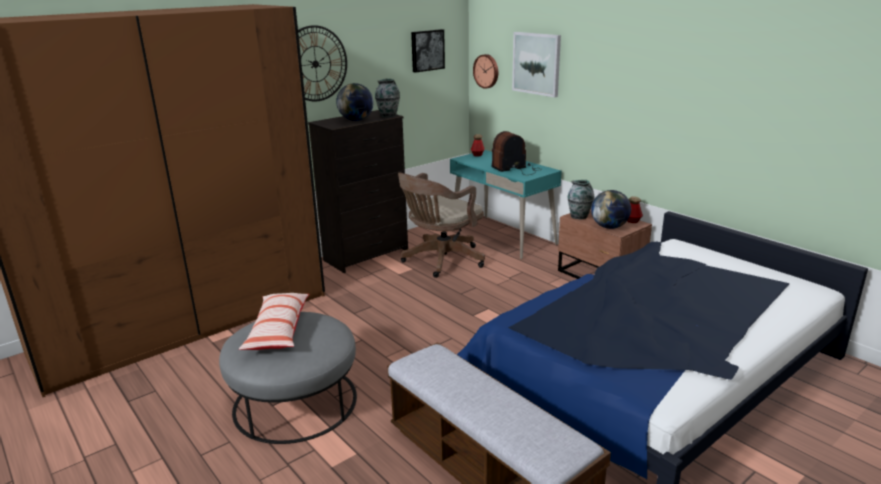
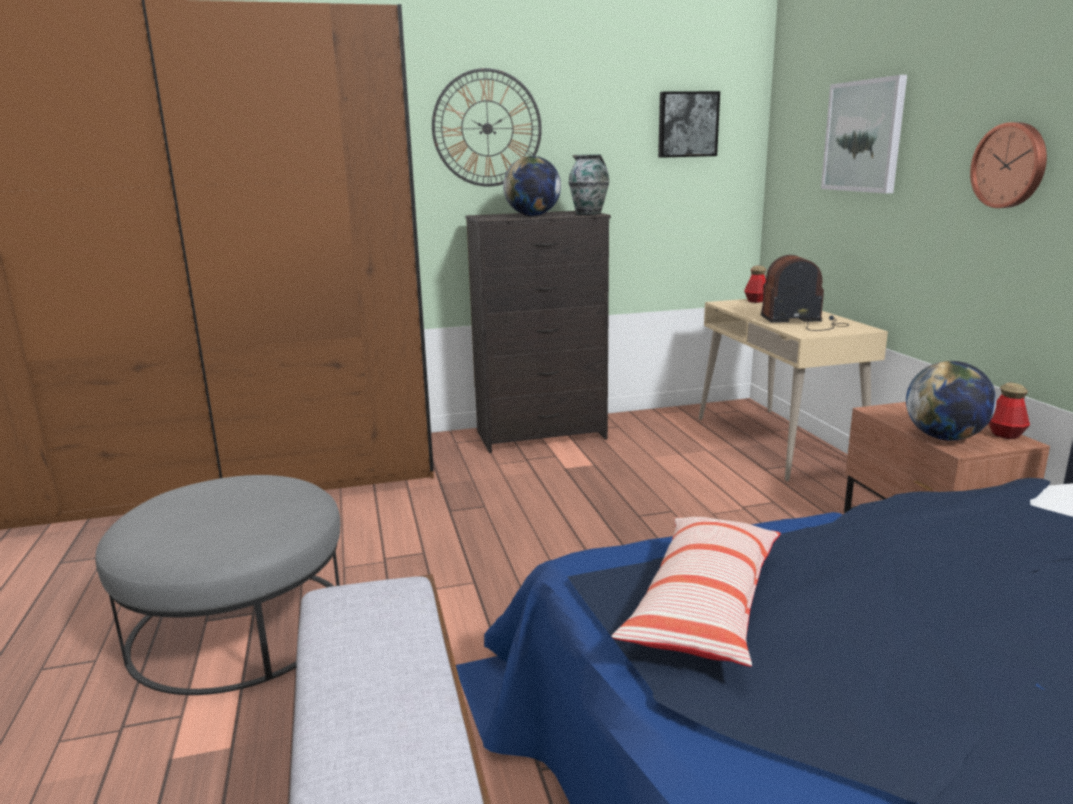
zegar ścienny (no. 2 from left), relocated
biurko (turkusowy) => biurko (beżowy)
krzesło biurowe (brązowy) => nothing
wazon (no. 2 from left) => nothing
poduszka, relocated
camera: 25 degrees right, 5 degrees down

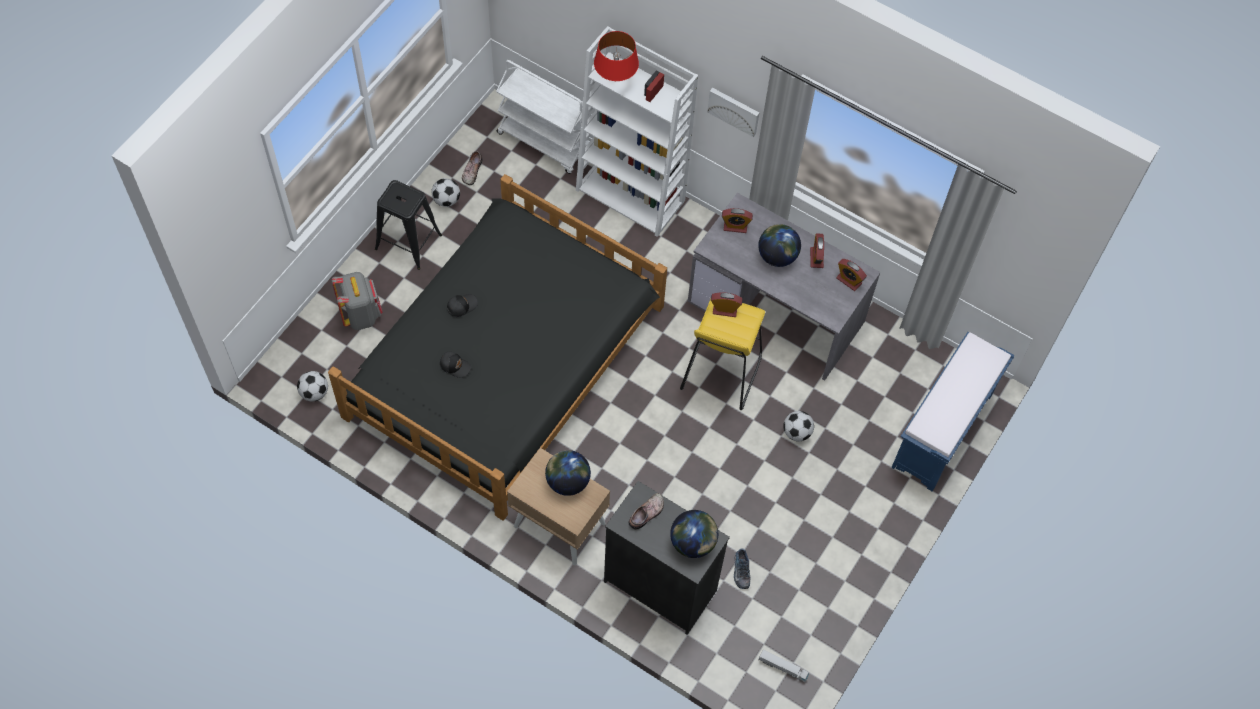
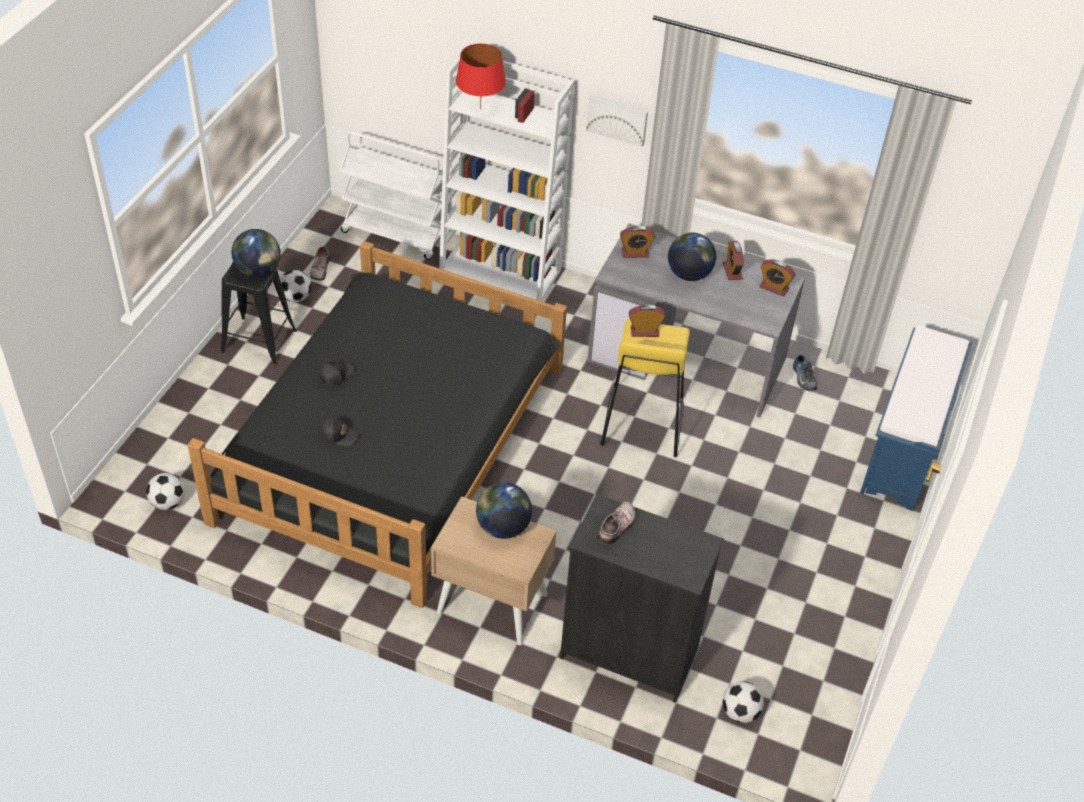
plecak (szary) => nothing
piłka futbolowa (no. 3 from left), relocated
globus (no. 2 from left in the first image) => globus (no. 1 from left), relocated
but (no. 3 from left), relocated
ciężarówka zabawkowa => nothing
camera: 10 degrees left, 15 degrees down

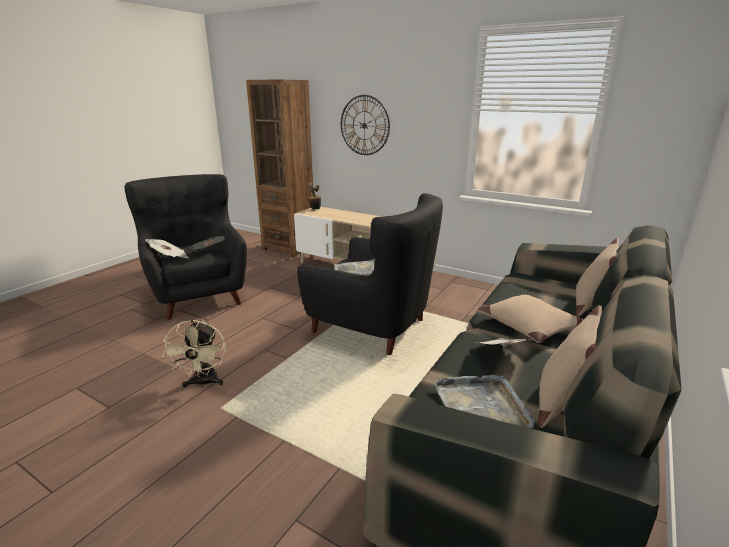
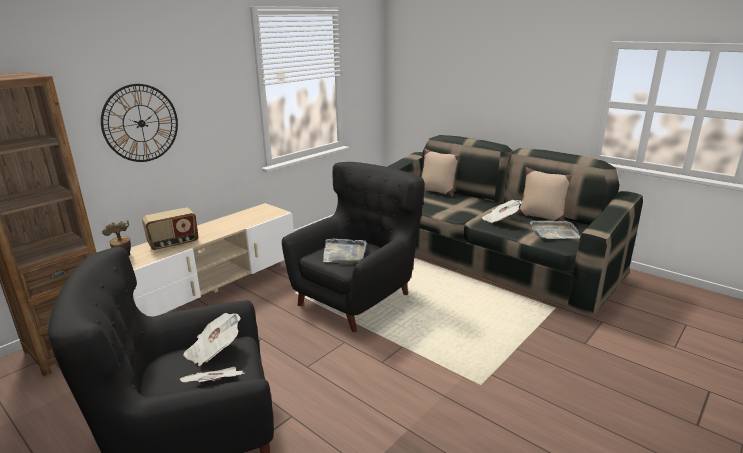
poduszka (beżowy) (no. 1 from left) => nothing
wentylator (beżowy) => nothing
nothing => radio
camera: 80 degrees left, 0 degrees up

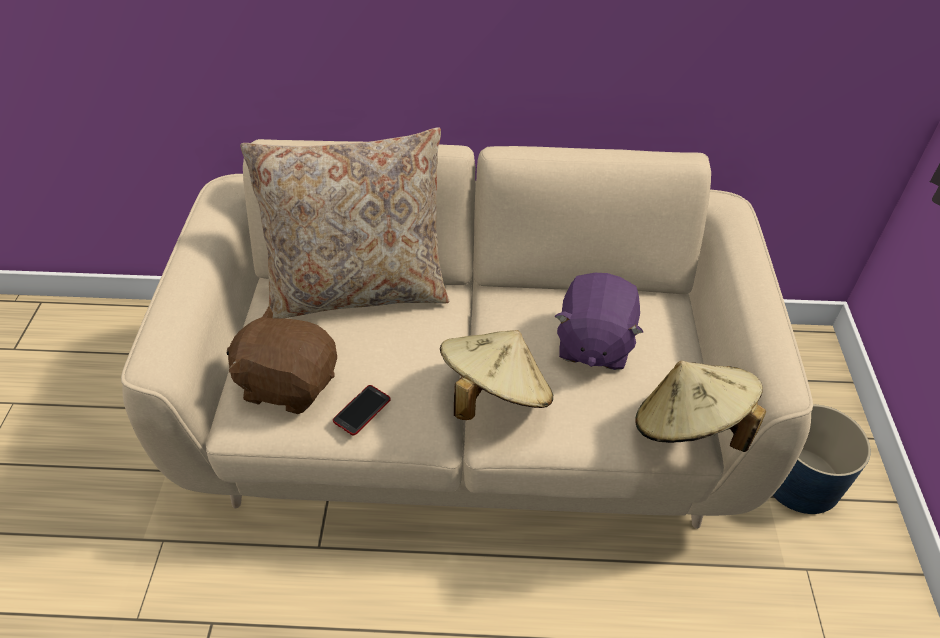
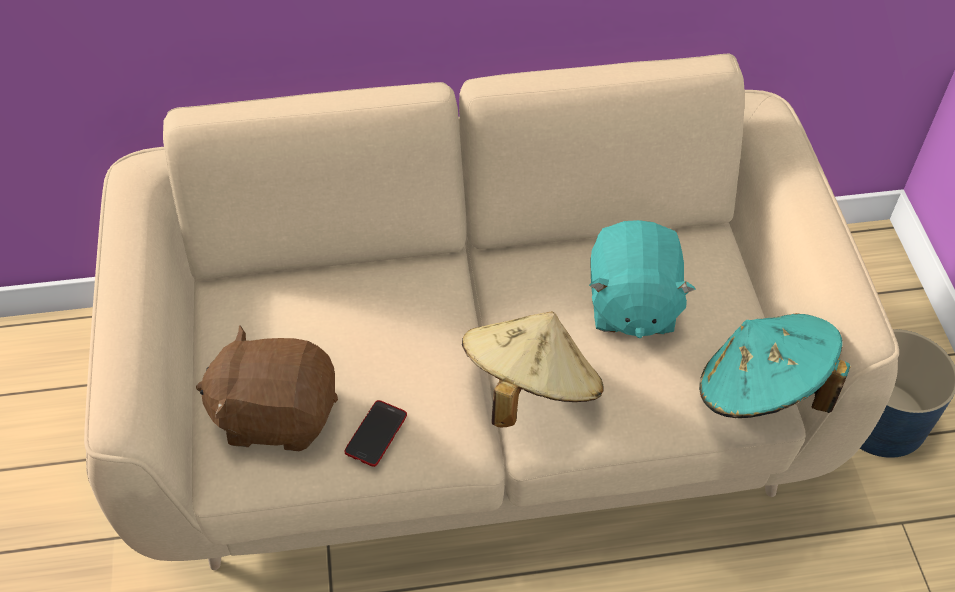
poduszka (beżowy) => nothing
pluszak (fioletowy) => pluszak (turkusowy)
kapelusz (beżowy) (no. 2 from left) => kapelusz (turkusowy)
camera: 10 degrees left, 5 degrees up

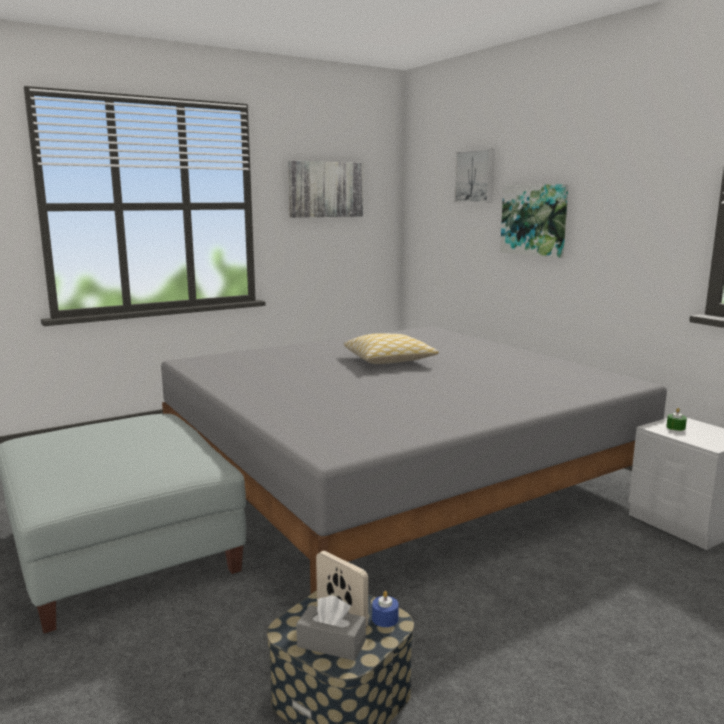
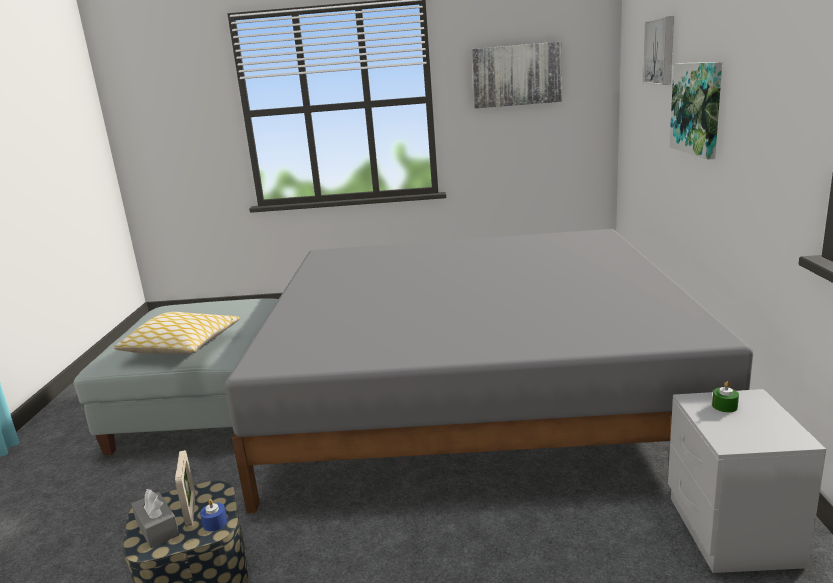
poduszka, relocated
camera: 35 degrees right, 5 degrees up

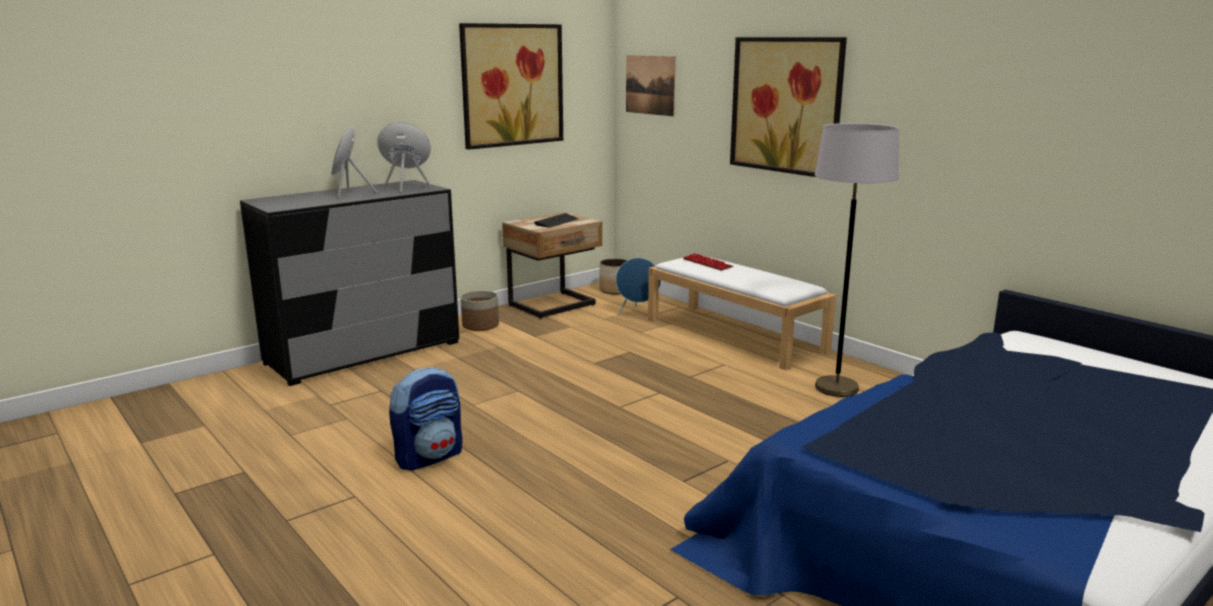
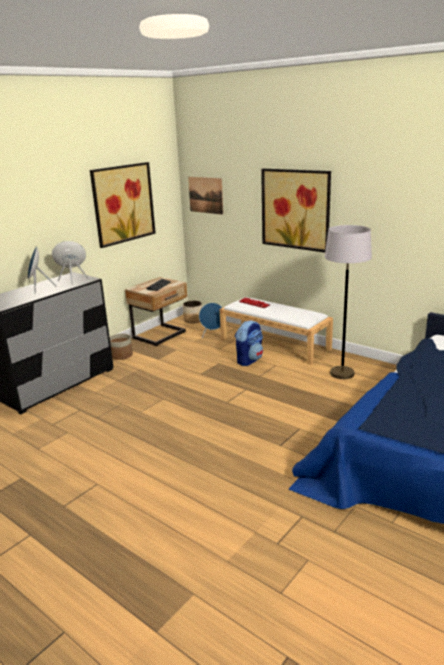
plecak, relocated
camera: 10 degrees left, 5 degrees up

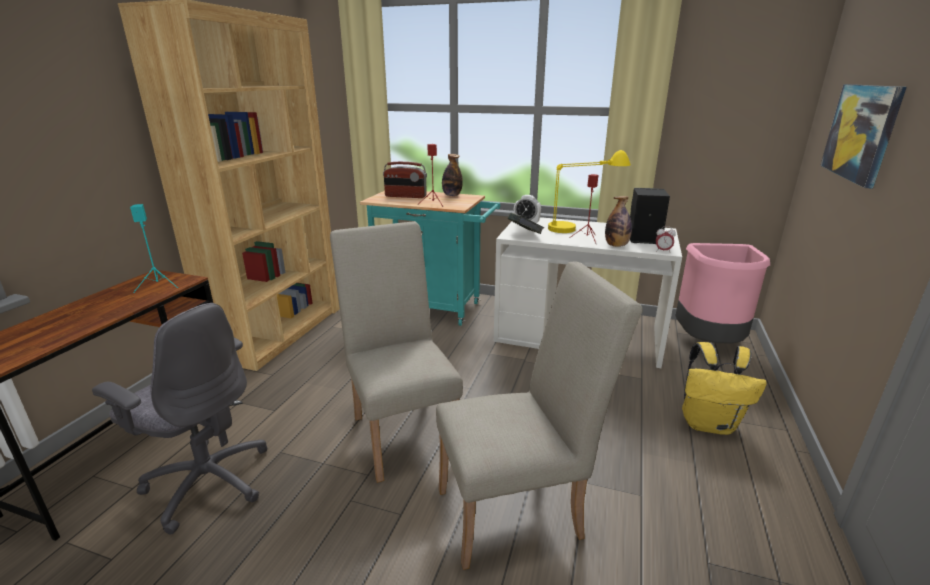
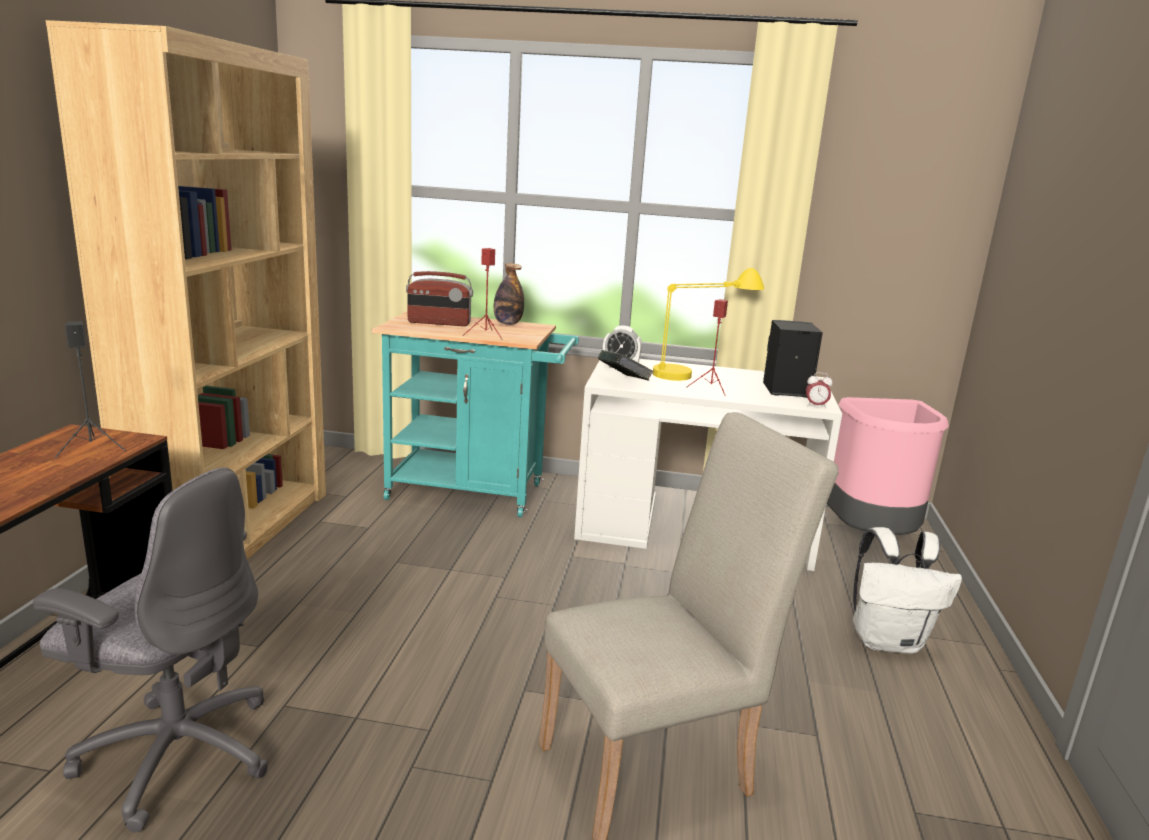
obraz => nothing
butelka (no. 2 from left) => nothing
głośnik (turkusowy) => głośnik (czarny) (no. 1 from left)
krzesło (beżowy) (no. 1 from left) => nothing
plecak (żółty) => plecak (biały)
camera: 10 degrees left, 5 degrees down

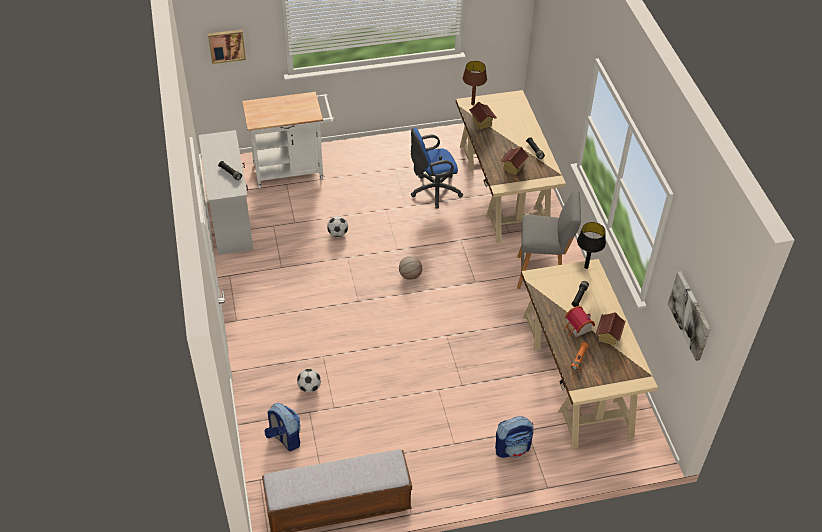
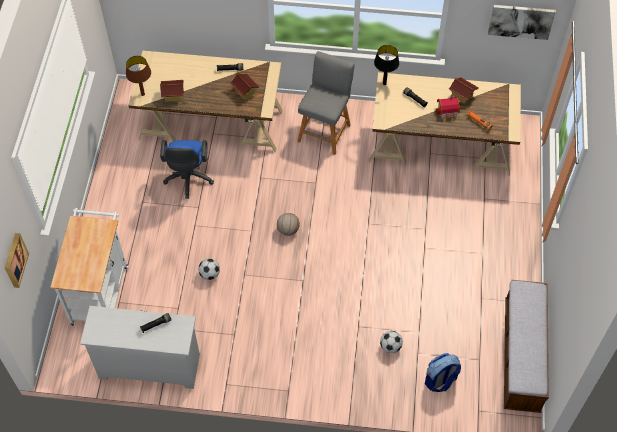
plecak (no. 2 from left) => nothing
camera: 70 degrees left, 10 degrees up

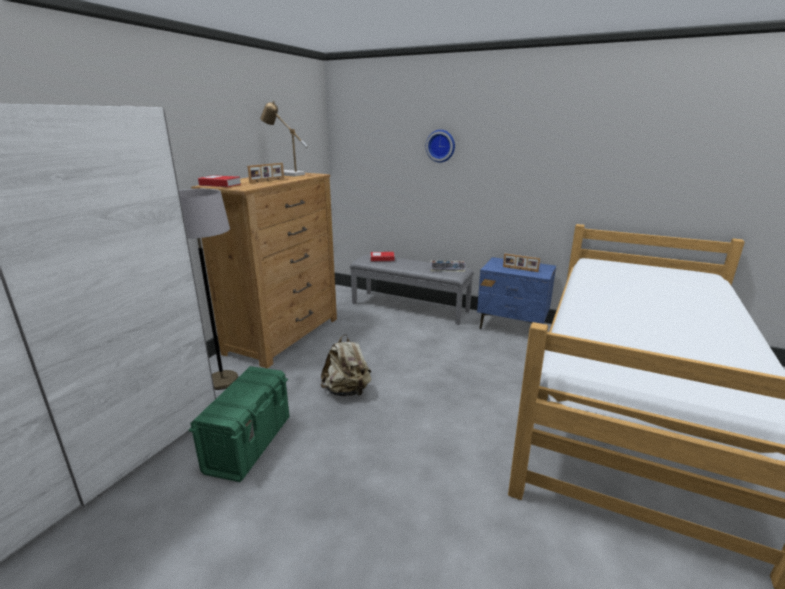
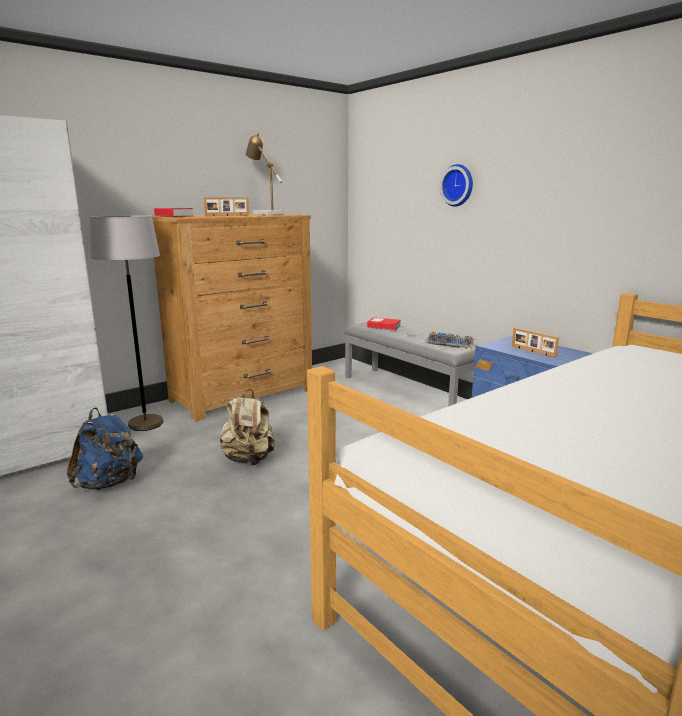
pojemnik do przechowywania (zielony) => plecak (niebieski)
camera: 25 degrees right, 5 degrees down

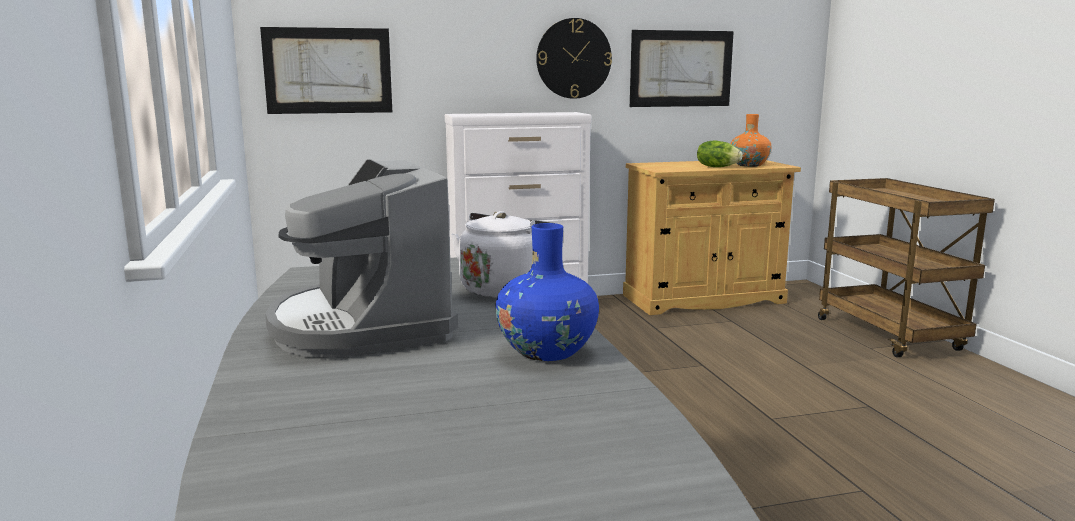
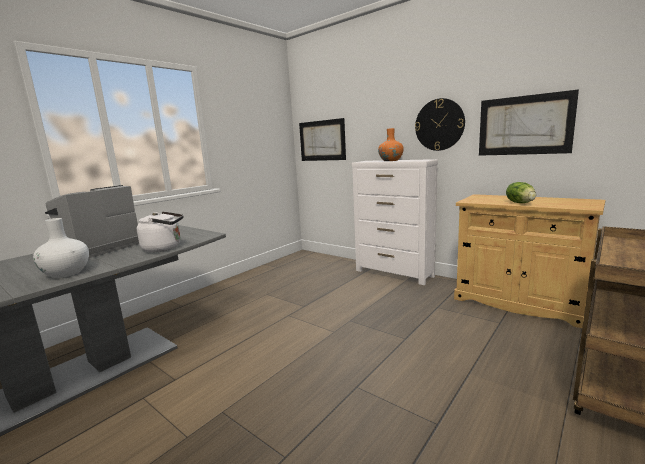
wazon (pomarańczowy), relocated
wazon (niebieski) => wazon (biały)
camera: 55 degrees right, 0 degrees up

